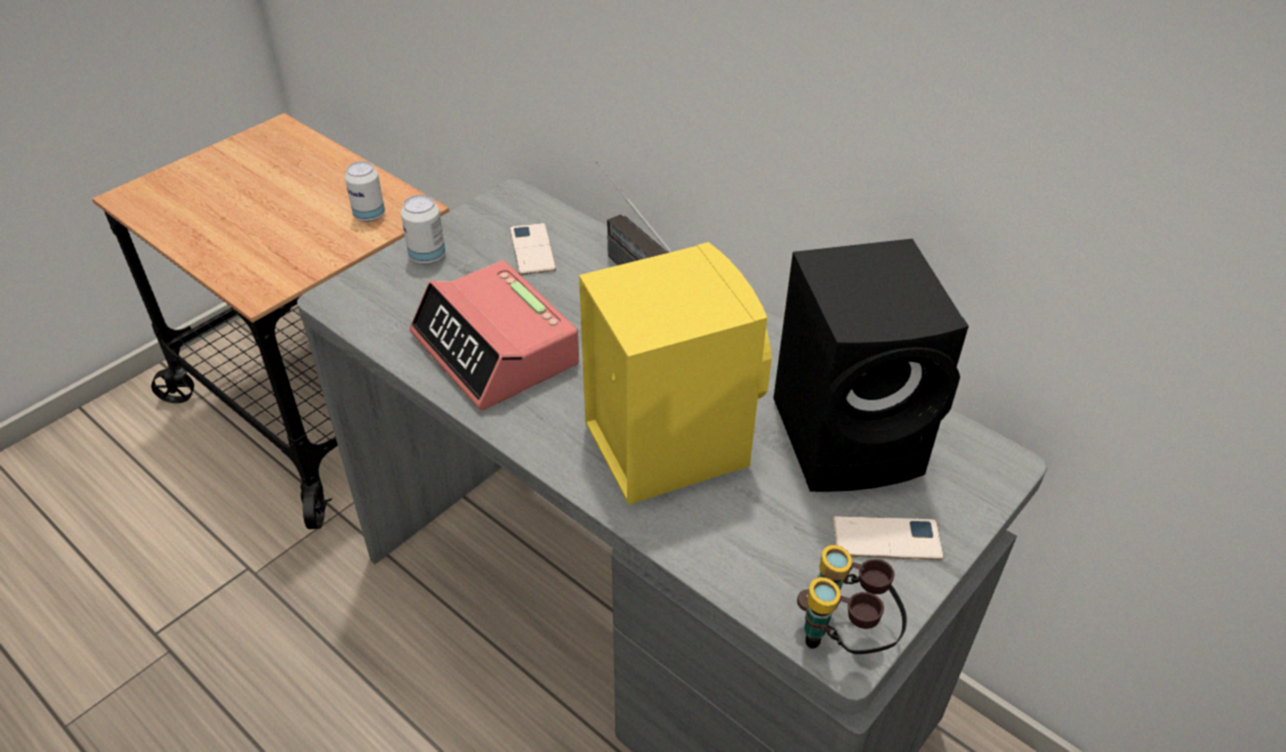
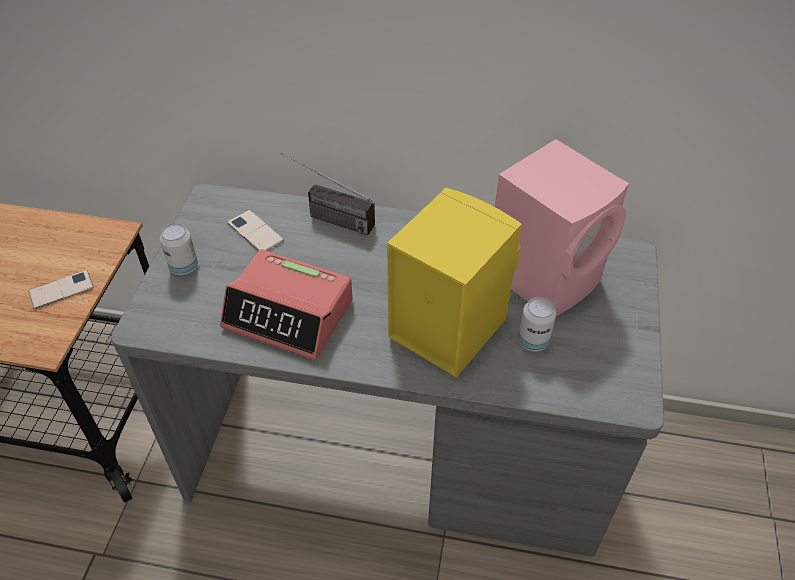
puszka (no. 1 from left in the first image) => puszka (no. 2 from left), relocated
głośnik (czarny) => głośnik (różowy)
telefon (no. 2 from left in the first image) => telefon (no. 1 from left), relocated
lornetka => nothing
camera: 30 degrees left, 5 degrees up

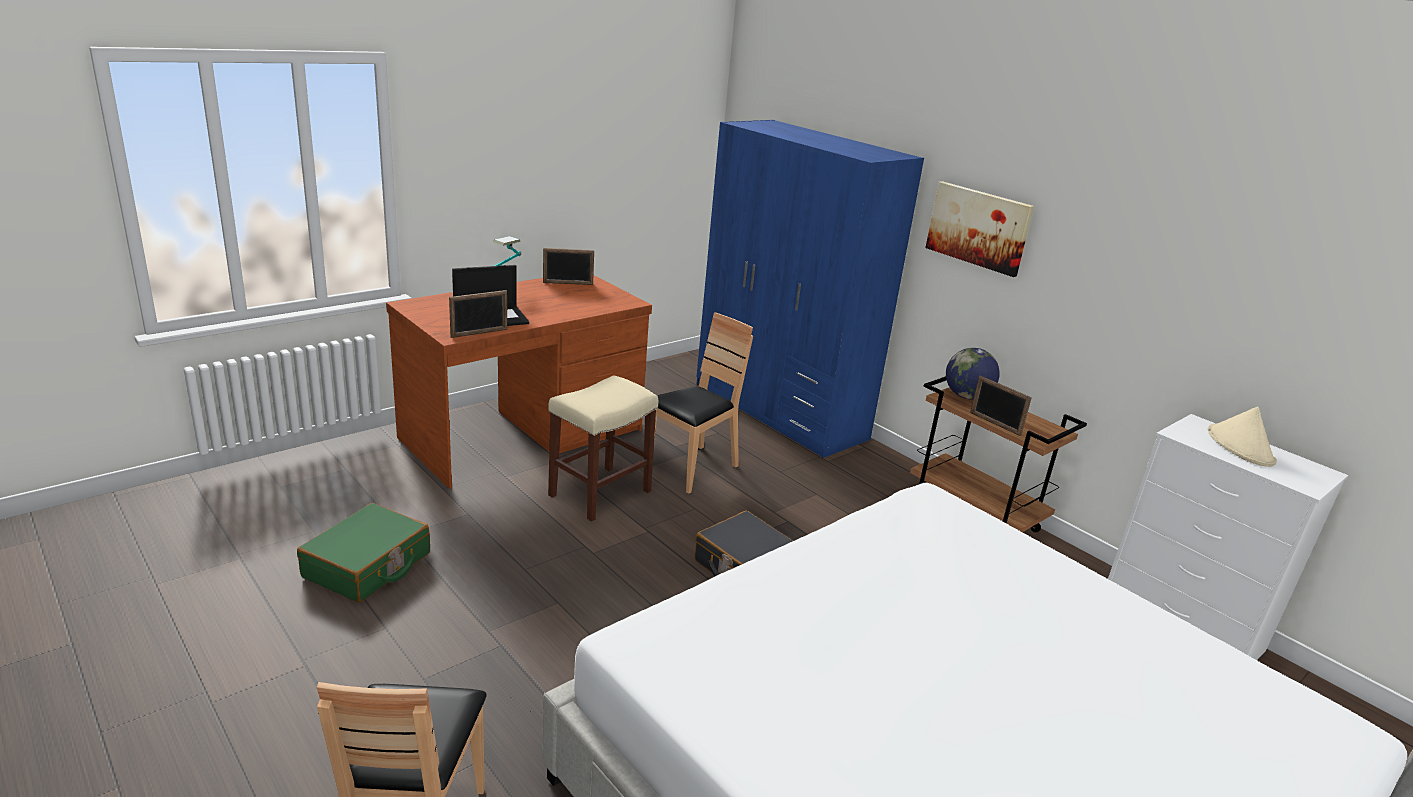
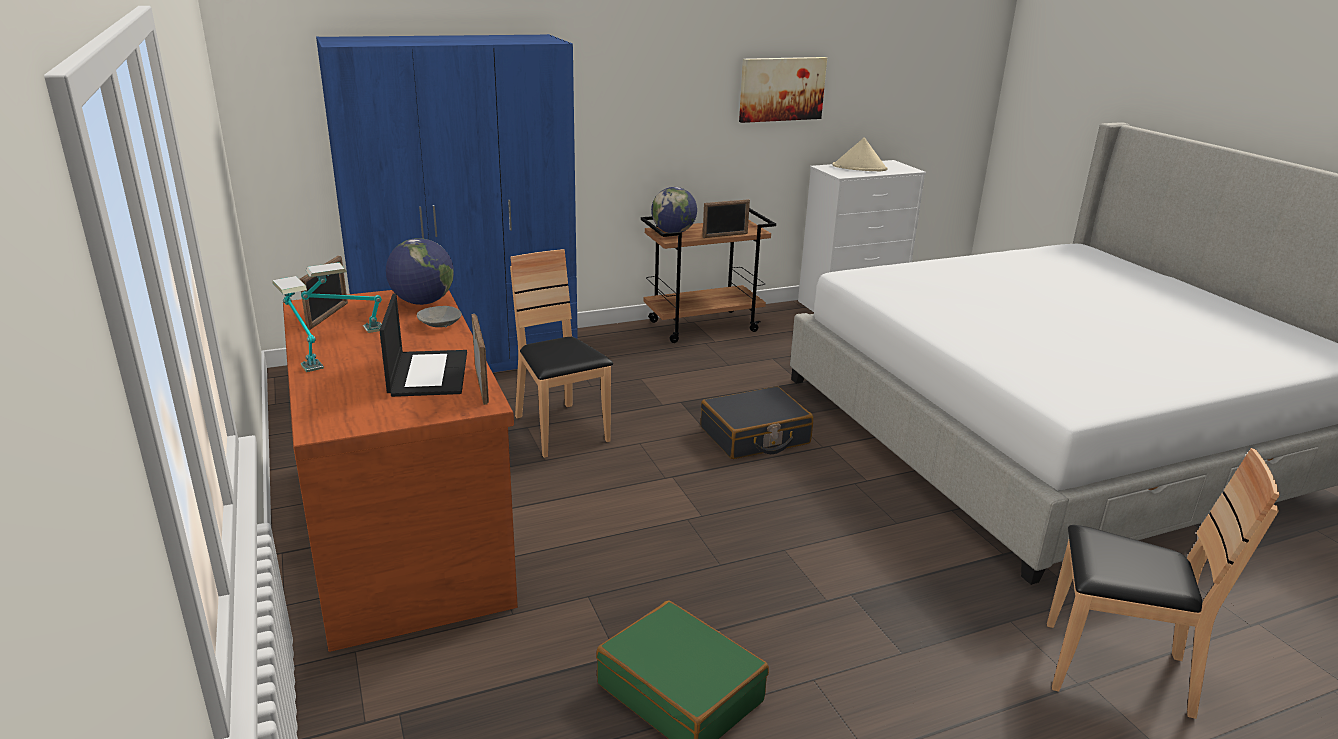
obraz, relocated
stołek (beżowy) => nothing
nothing => globus (no. 1 from left)
nothing => lampa stołowa (no. 2 from left)
nothing => miska (szary)
camera: 70 degrees left, 0 degrees up

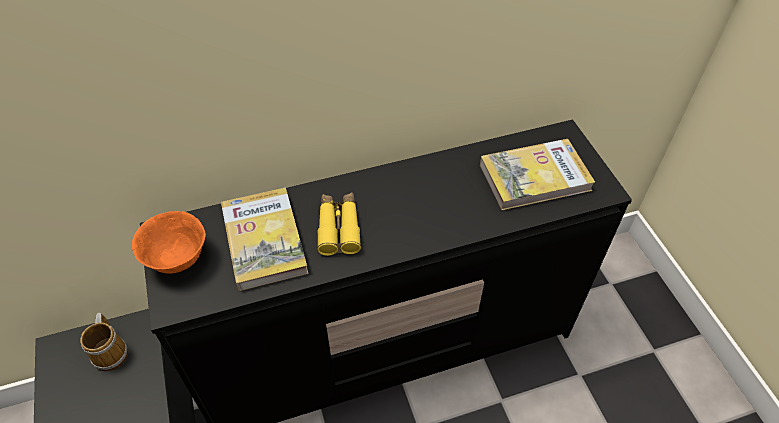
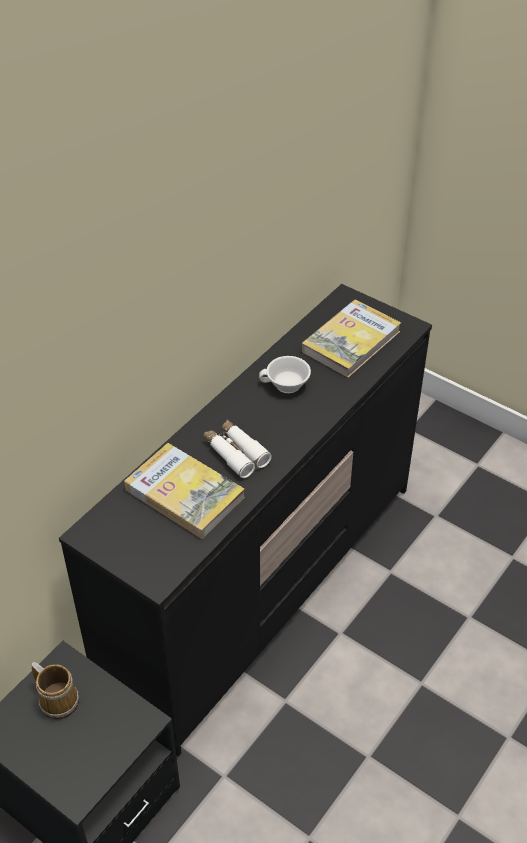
lornetka (żółty) => lornetka (biały)
miska (pomarańczowy) => nothing
nothing => filiżanka (biały)
camera: 35 degrees left, 5 degrees down

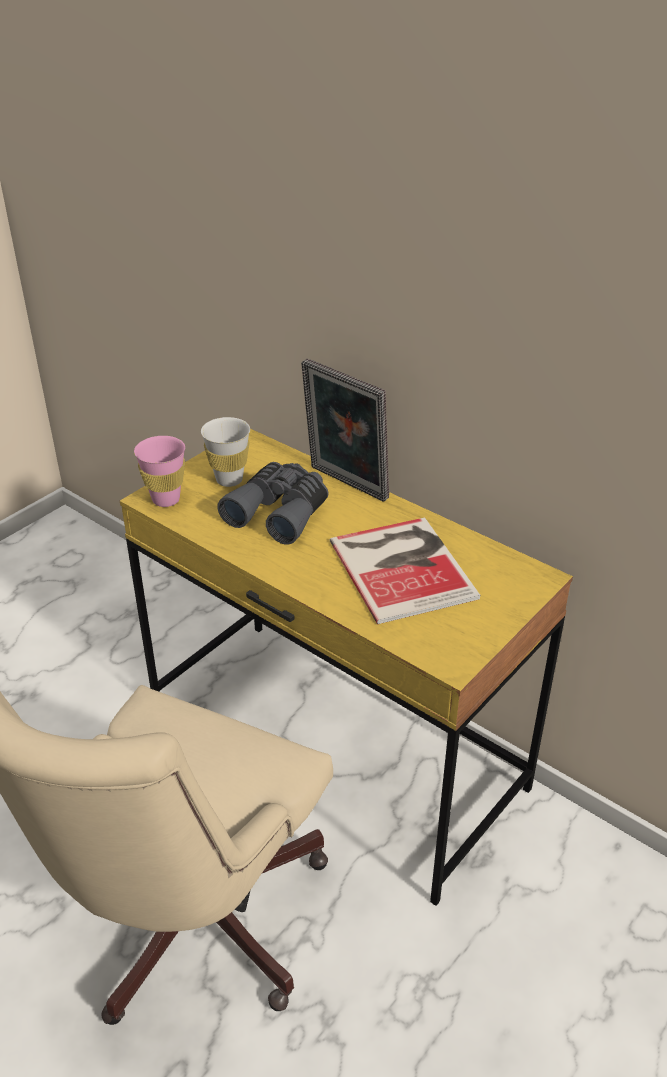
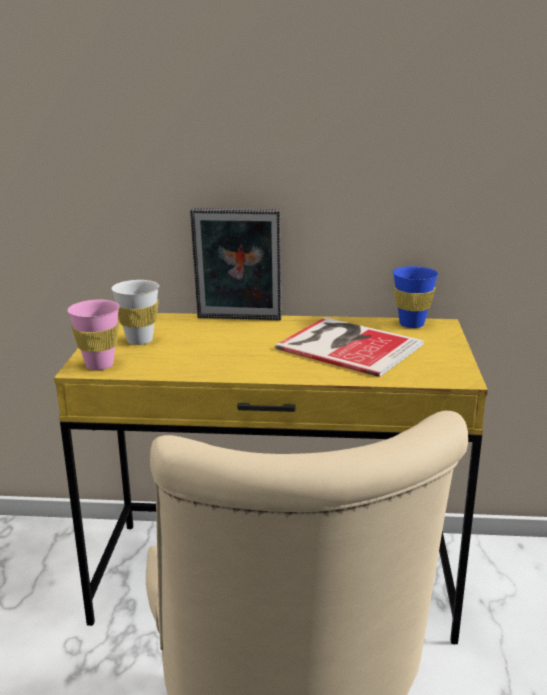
lornetka (szary) => nothing
nothing => filiżanka (niebieski)
camera: 35 degrees left, 15 degrees down

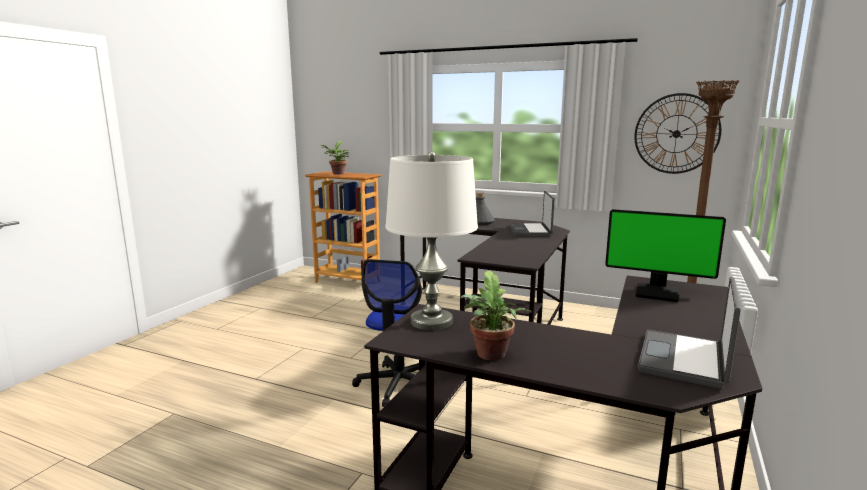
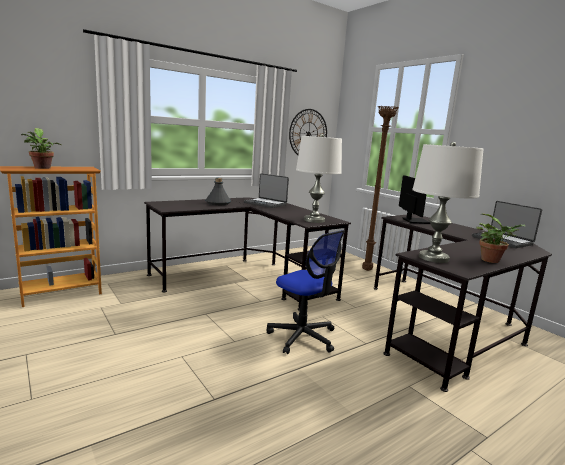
monitor, 60 degrees counterclockwise
nothing => lampa stołowa (biały) (no. 1 from left)
camera: 60 degrees left, 0 degrees up

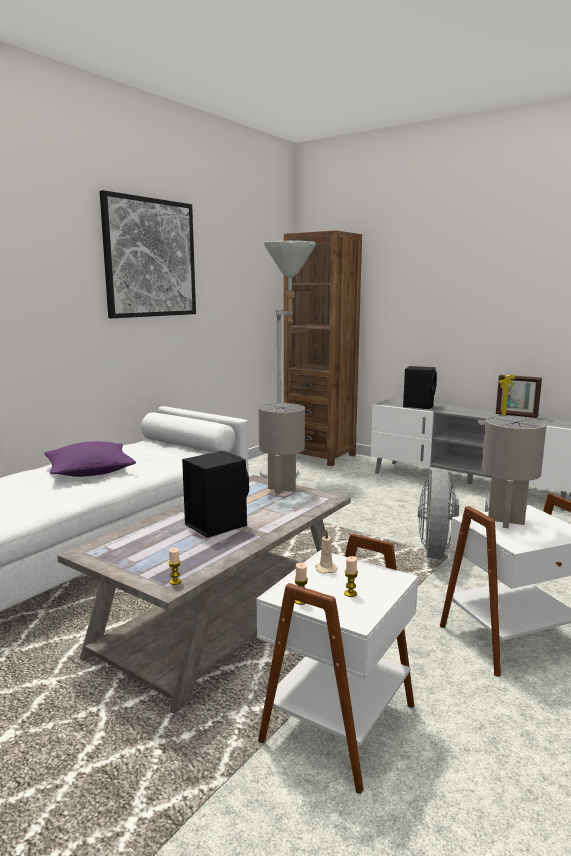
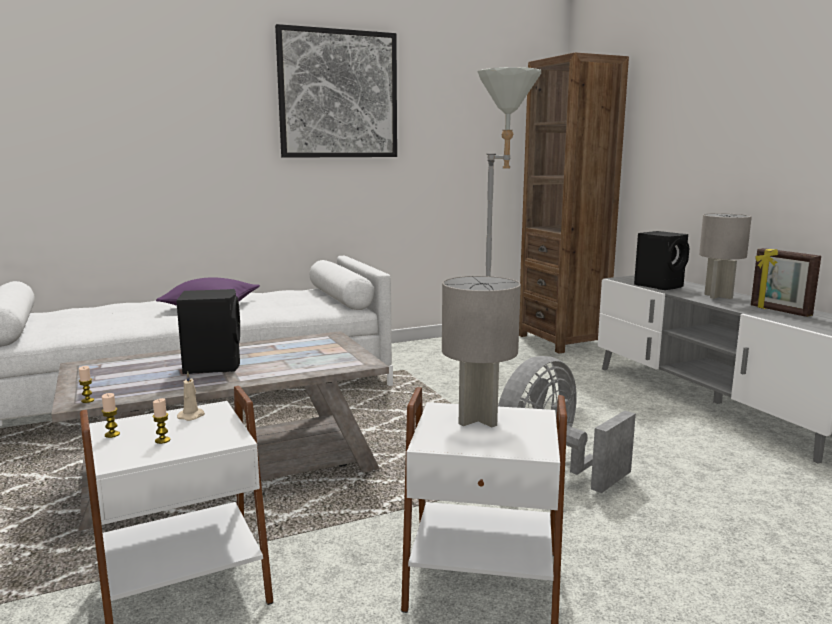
lampa stołowa (szary) (no. 1 from left in the first image) => lampa stołowa (szary) (no. 2 from left), relocated
camera: 30 degrees right, 0 degrees up

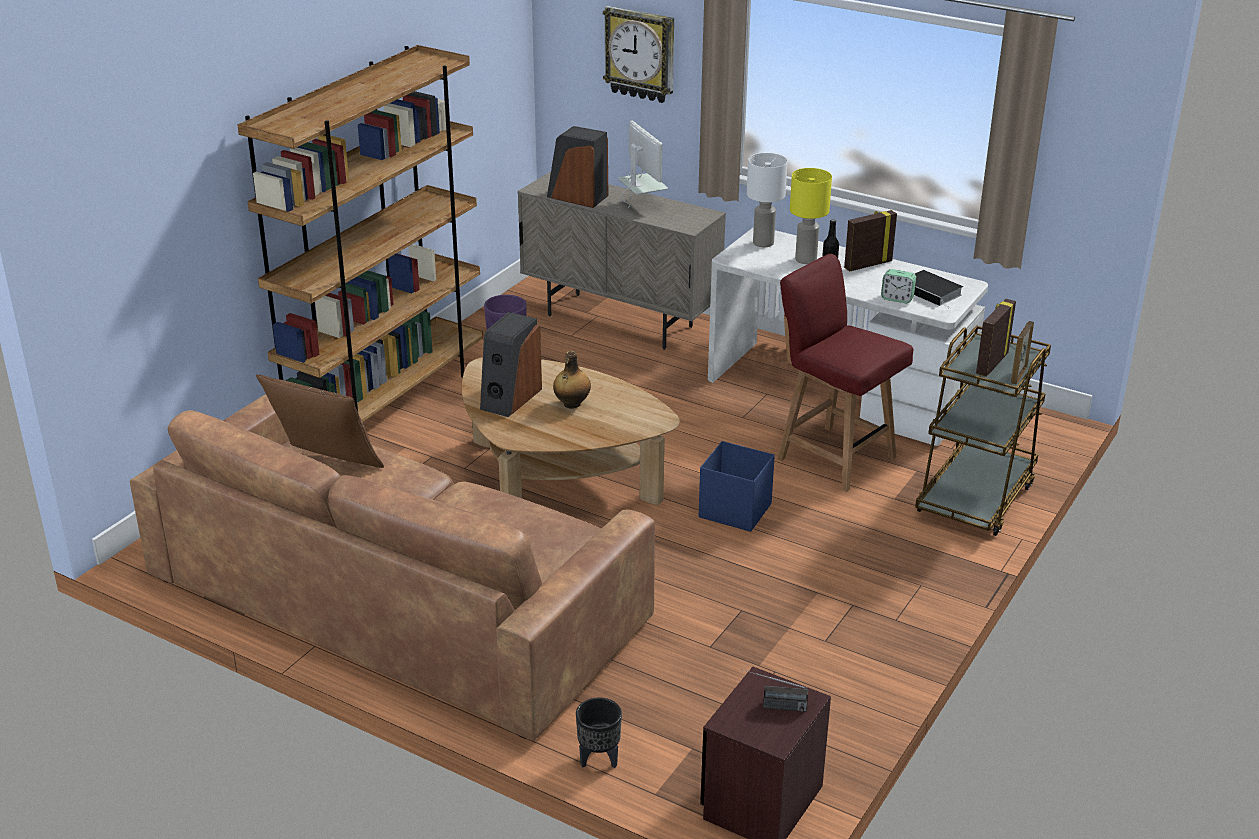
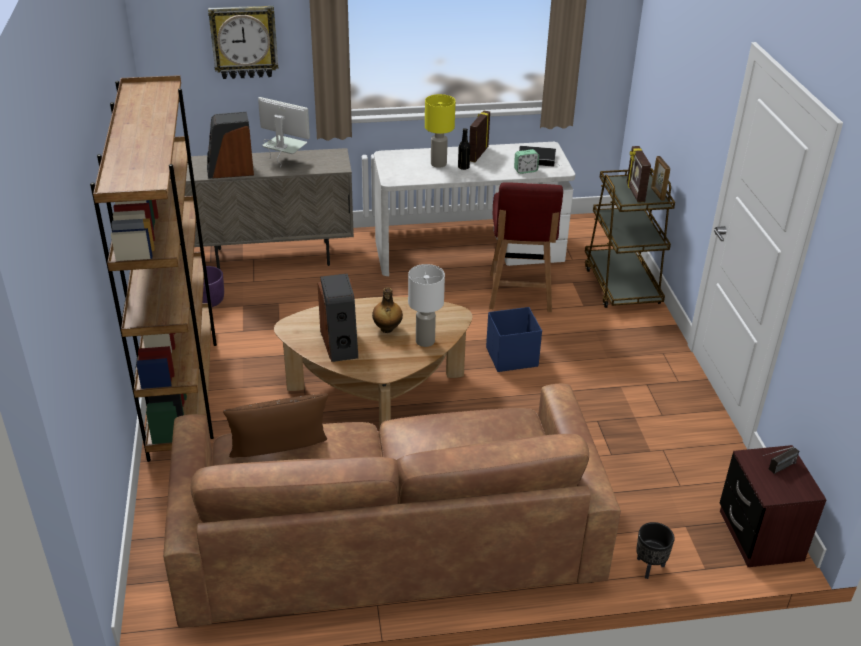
lampa stołowa (biały), relocated
krzesło (czerwony), 90 degrees counterclockwise
camera: 40 degrees left, 5 degrees up

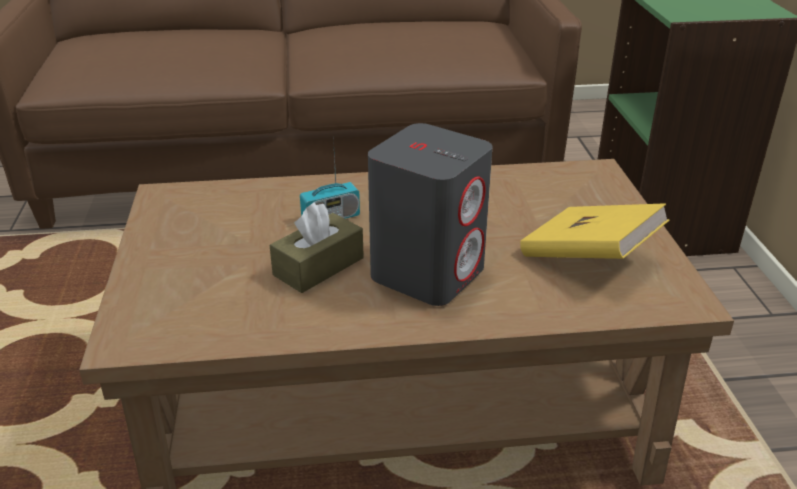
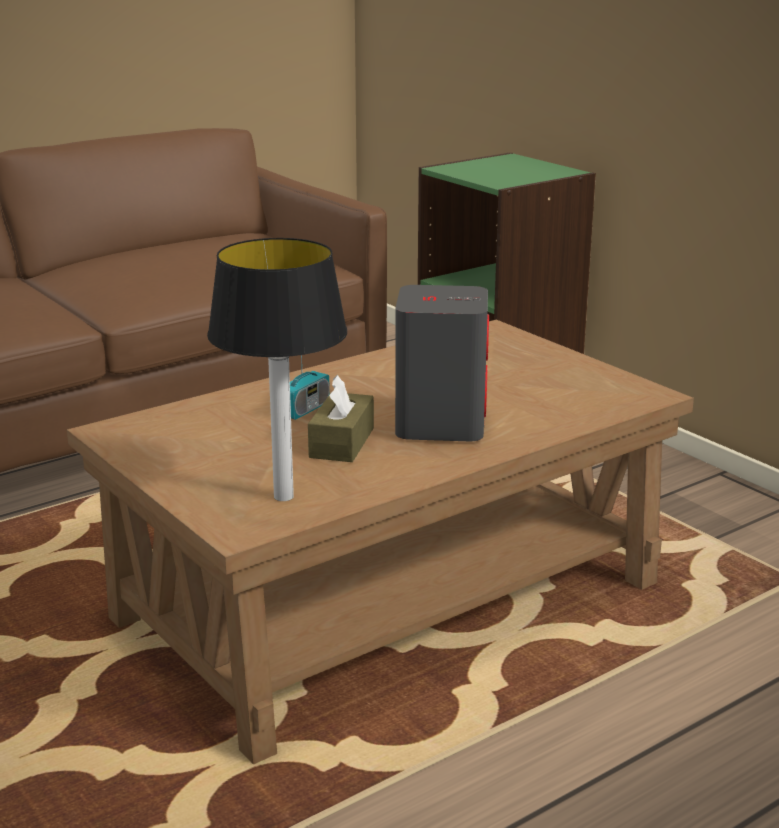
książka (żółty) => nothing
nothing => lampa stołowa
camera: 30 degrees left, 10 degrees down

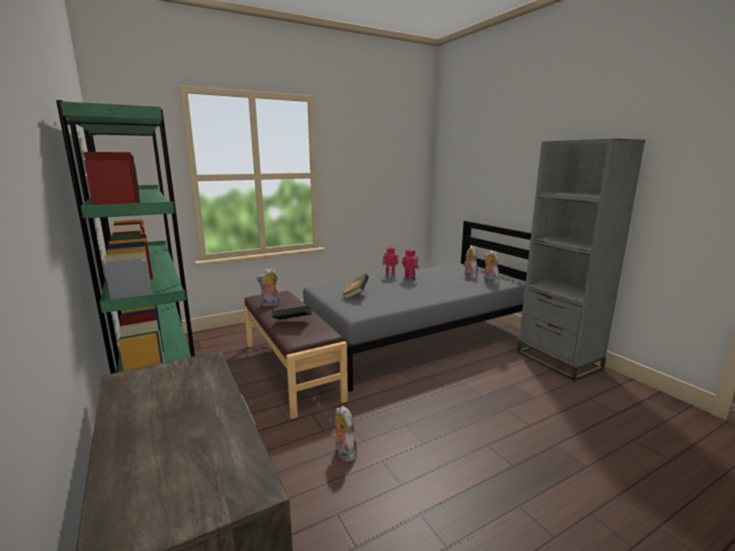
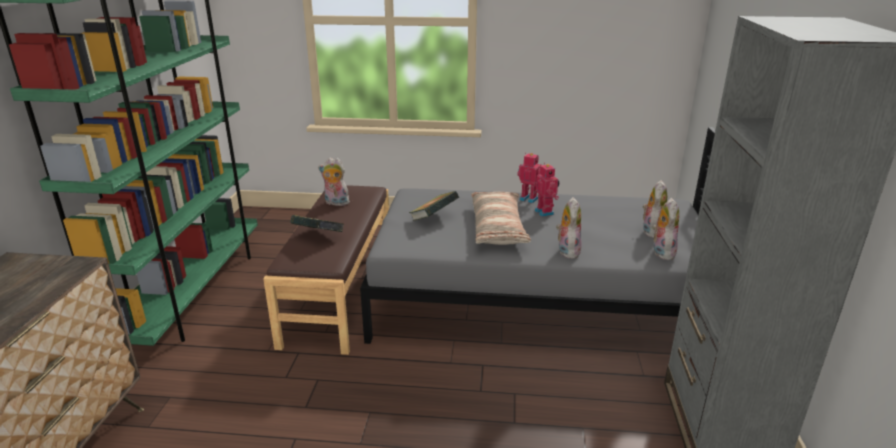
pluszak (no. 2 from left), relocated
nothing => poduszka
camera: 35 degrees right, 10 degrees up

